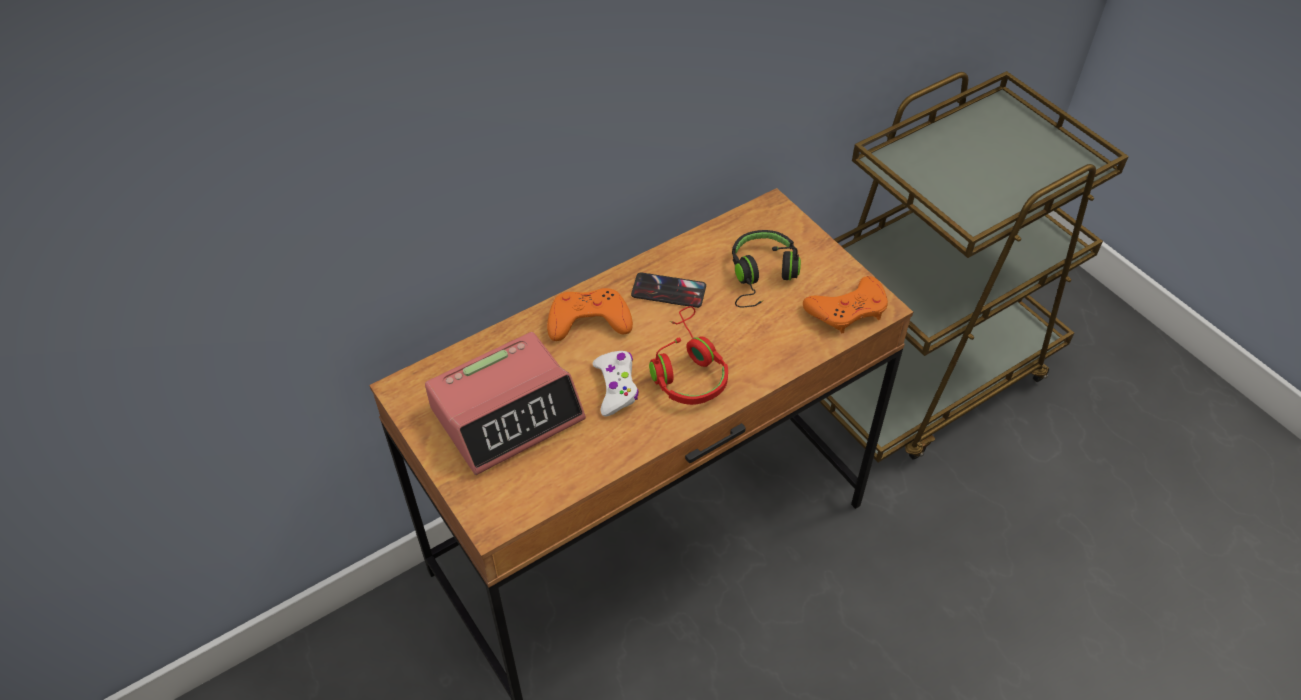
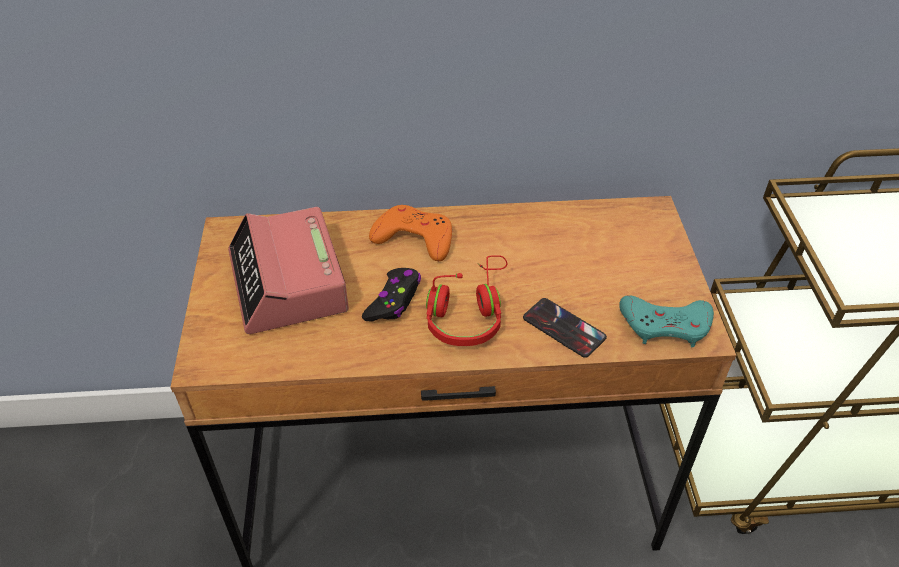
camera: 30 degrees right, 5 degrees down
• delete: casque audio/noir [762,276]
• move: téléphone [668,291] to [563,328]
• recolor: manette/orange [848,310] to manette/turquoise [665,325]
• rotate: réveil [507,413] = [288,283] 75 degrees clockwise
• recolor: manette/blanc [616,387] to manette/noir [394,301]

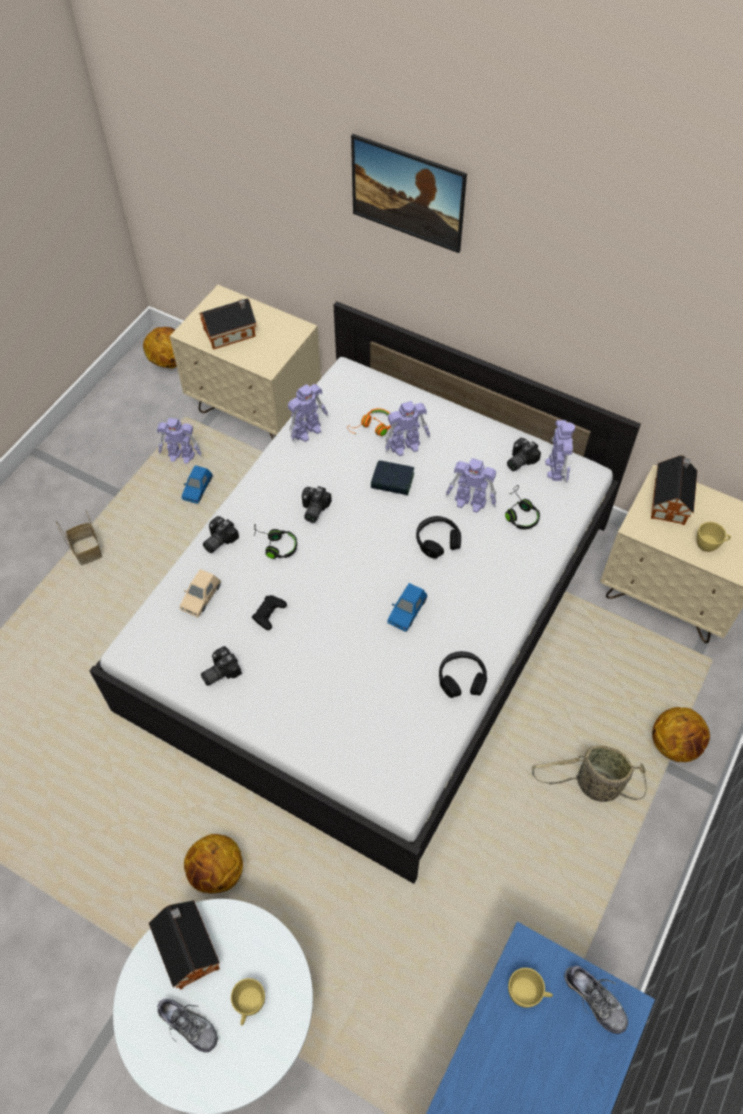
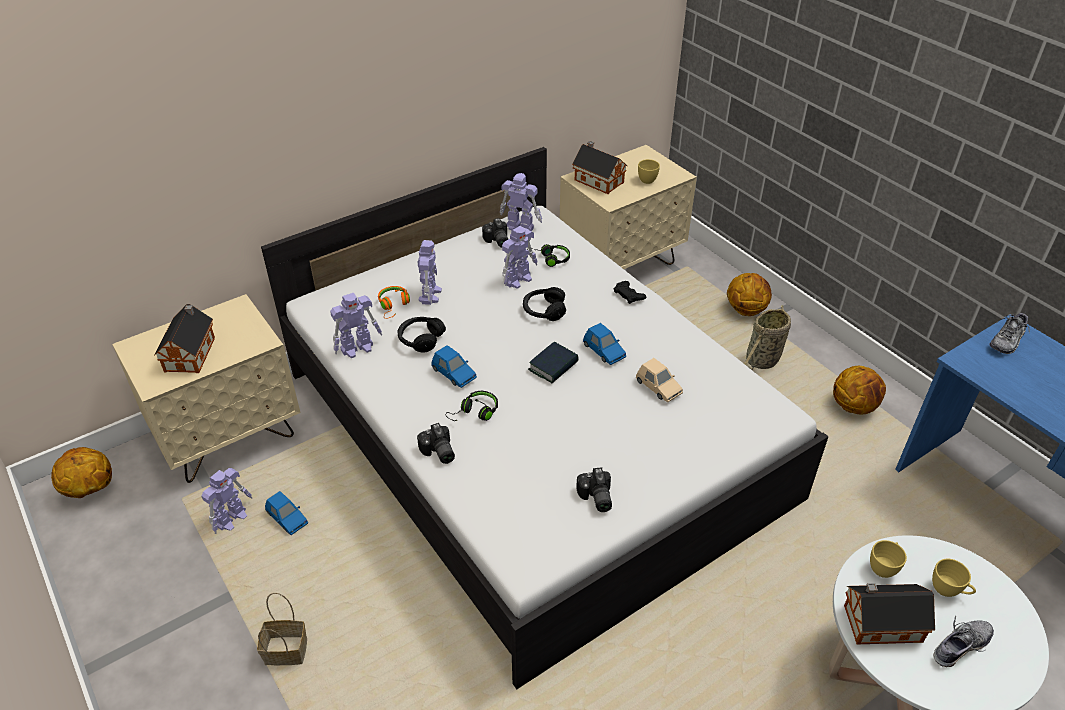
camera: 65 degrees left, 15 degrees down
• delete: tableau [407,212]
• rotate: robot jouet [308,430] = [358,348] 75 degrees clockwise
• move: livre [392,481] to [553,366]
• replace: appareil photo [313,509] to petite voiture/bleu [453,373]
• move: petite voiture/beige [201,597] to [658,387]
• move: manette/noir [269,613] to [629,295]
• move: casque audio/noir [462,678] to [420,339]
• move: ballon de basket [217,872] to [854,406]
• rotate: chaussure [594,999] = [1007,340] 150 degrees clockwise
• move: tasse/jaune [527,993] to [883,567]

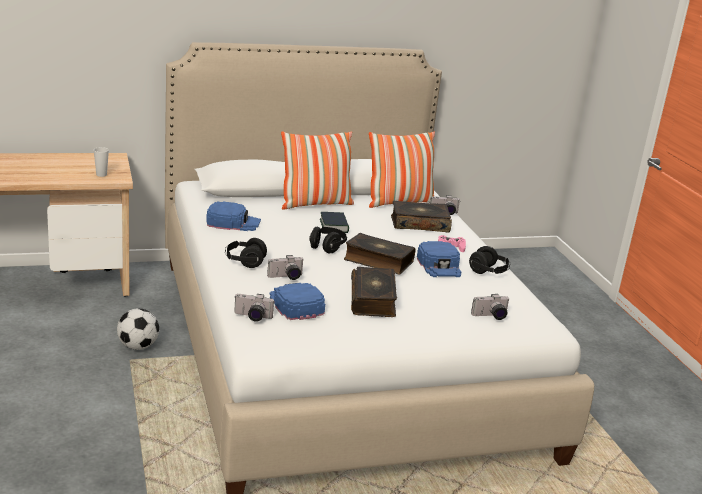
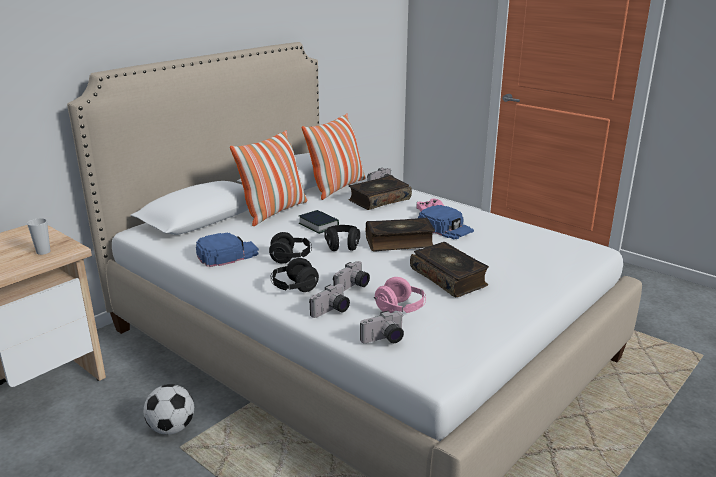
camera: 30 degrees left, 0 degrees up
• move: casque audio/noir [488,272] to [291,258]
• replace: casquette/bleu [295,304] to casque audio/rose [400,309]
• move: appareil photo [490,316] to [332,311]

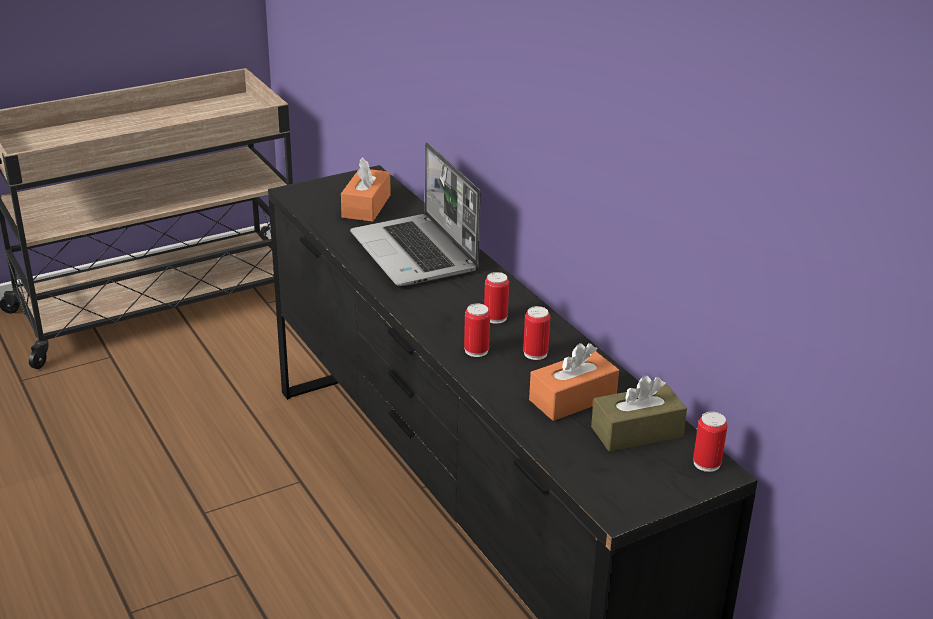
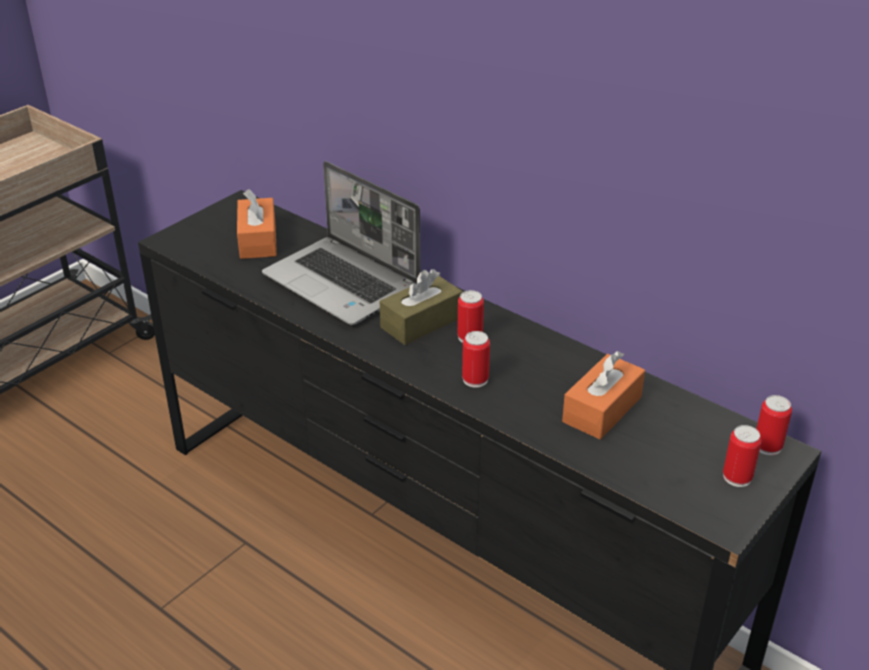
camera: 20 degrees left, 5 degrees up
• move: boîte métallique [535,353] to [737,477]
• move: boîte à mouchoirs/marron [637,432] to [421,322]

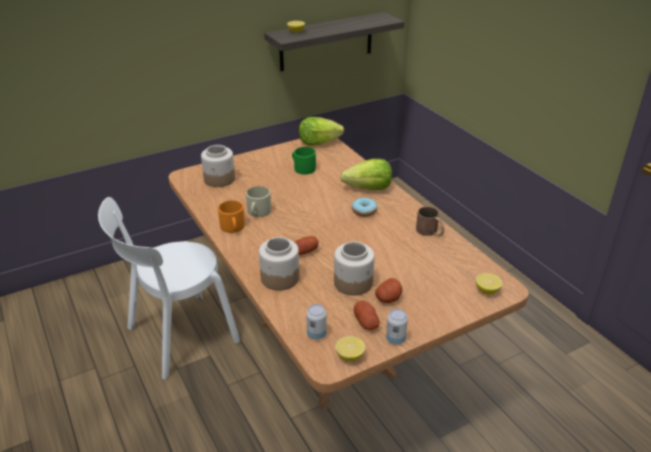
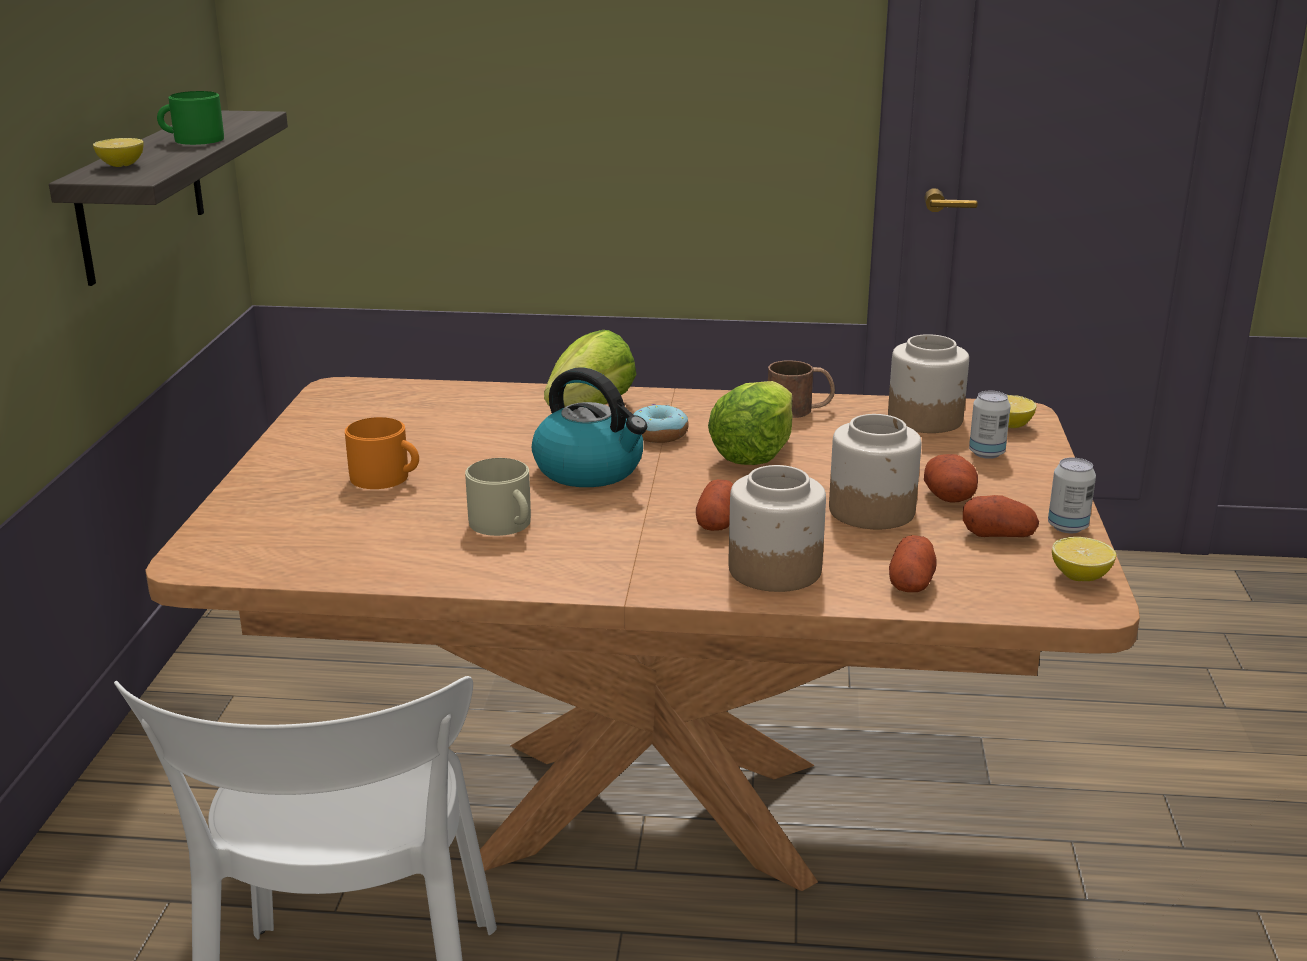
camera: 55 degrees left, 10 degrees down
• move: laitue [318,143] to [753,454]
• move: bocal [219,179] to [926,419]
• move: mug/vert [302,168] to [192,140]
• move: mug/orange [233,227] to [386,478]
• move: boîte métallique [316,334] to [986,453]
• insert: bouilloire [590,470]
• insert: pomme de terre [911,583]

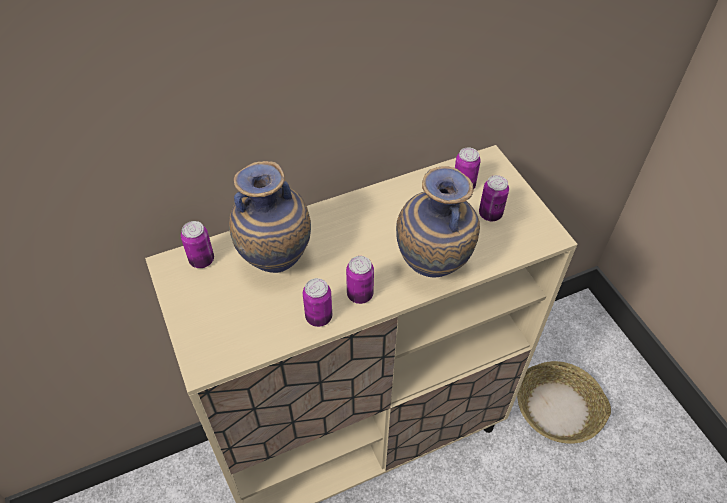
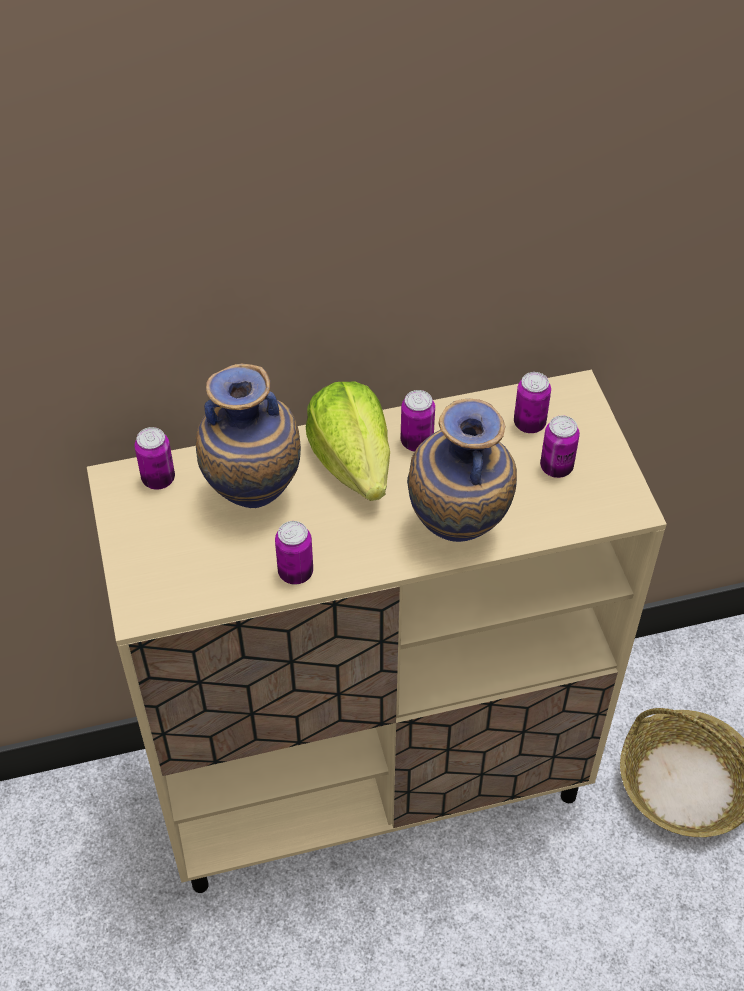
camera: 10 degrees right, 0 degrees up
• move: boîte métallique [360,295] to [416,442]
• insert: laitue [353,463]

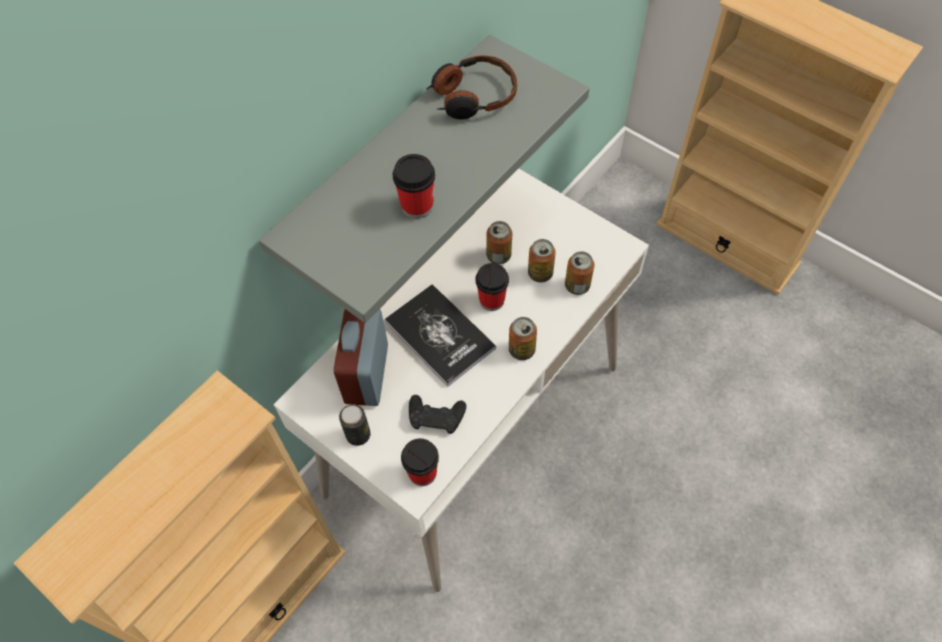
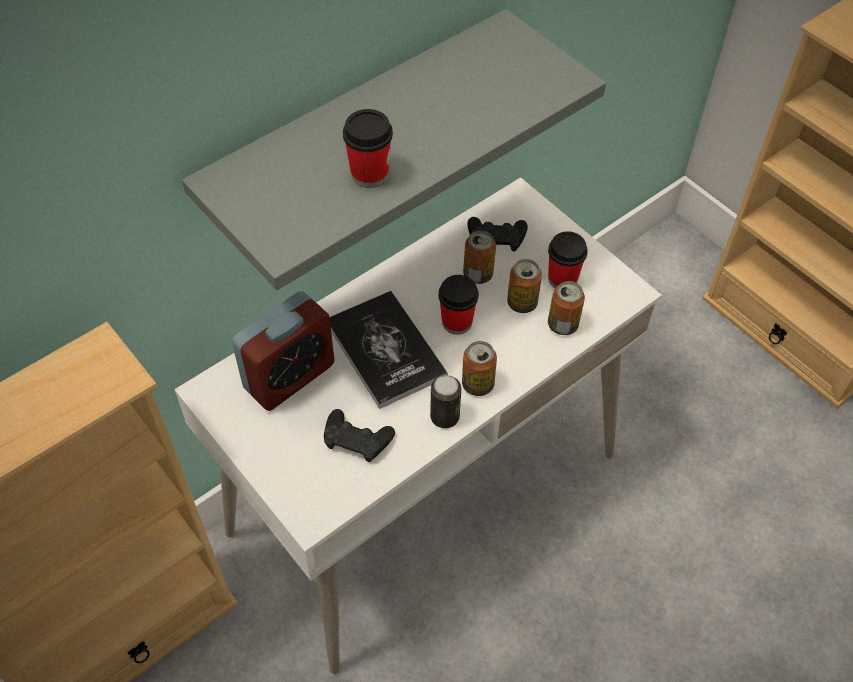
camera: 10 degrees right, 5 degrees down
• delete: casque audio [472,97]
• rotate: réveil [366,374] = [289,376] 150 degrees counterclockwise
• move: boîte métallique [358,435] to [444,417]
• move: tasse [422,473] to [562,279]
• insert: manette/noir [496,238]

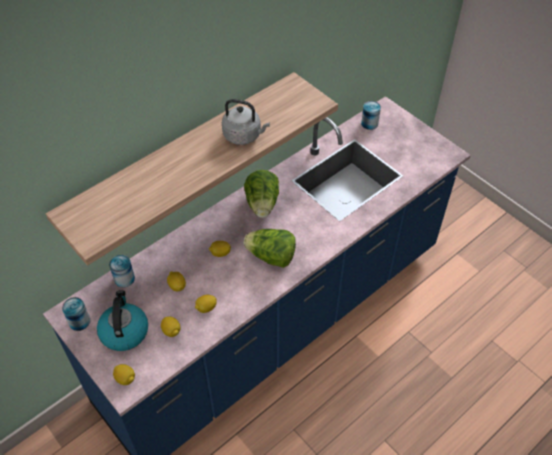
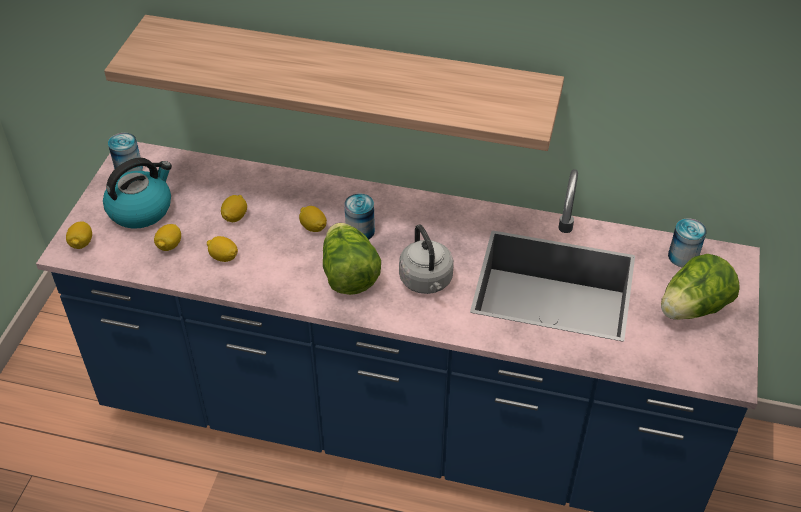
camera: 55 degrees right, 5 degrees down
• move: bouilloire/gris [244,136] to [427,281]
• move: laitue [262,204] to [693,308]
• move: boîte métallique [124,279] to [360,231]

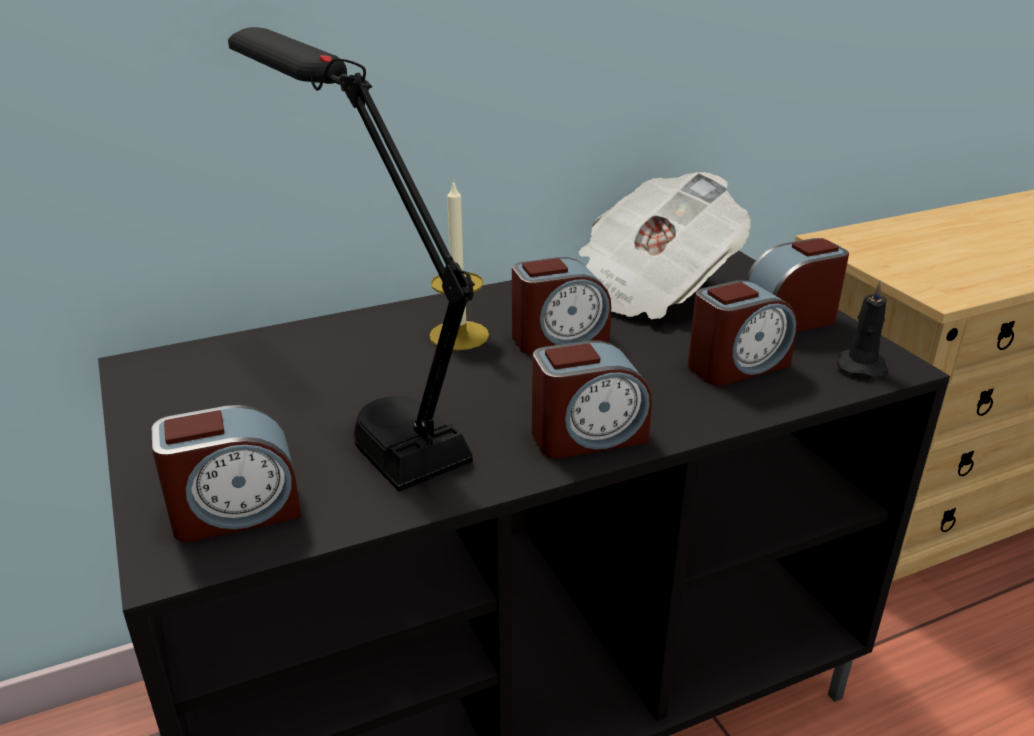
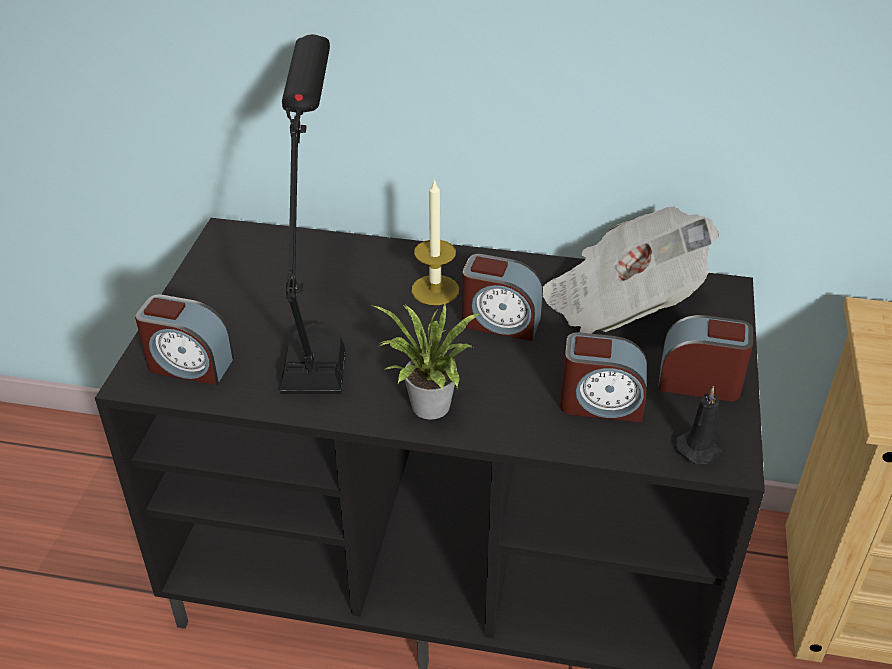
camera: 35 degrees right, 10 degrees up
• replace: réveil [588,436] to plante en pot [429,409]

